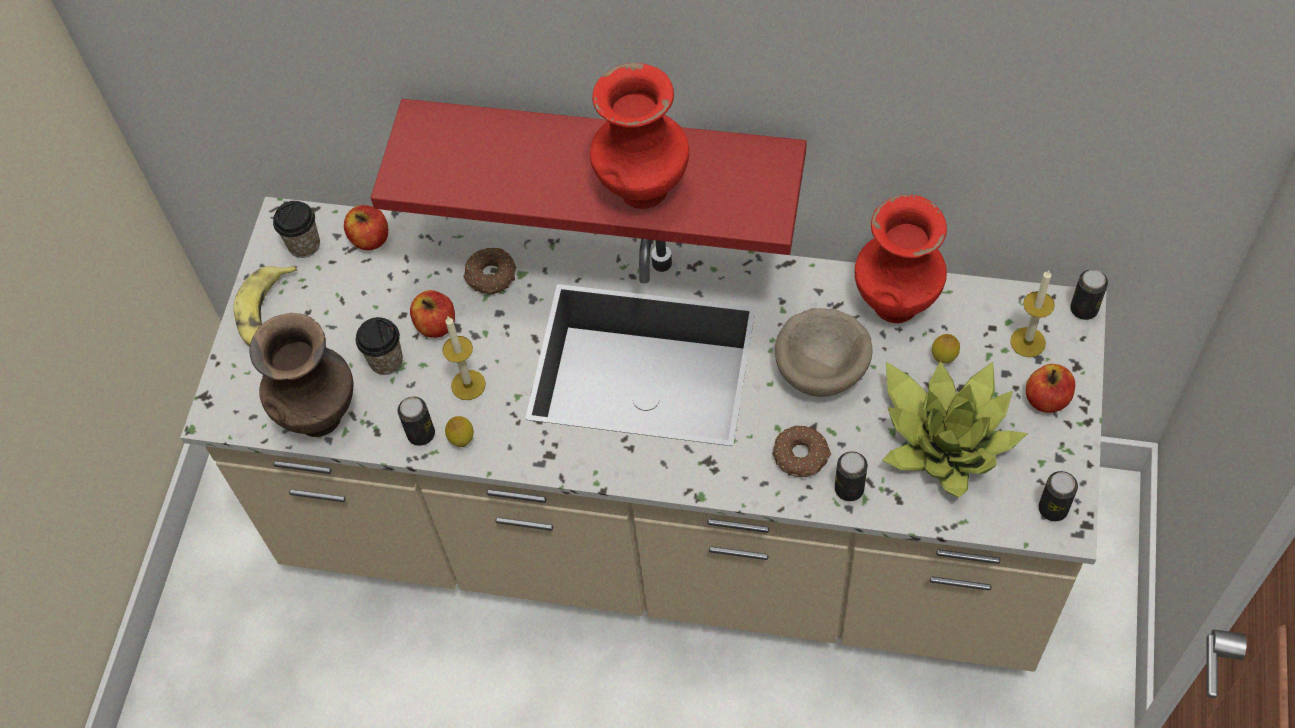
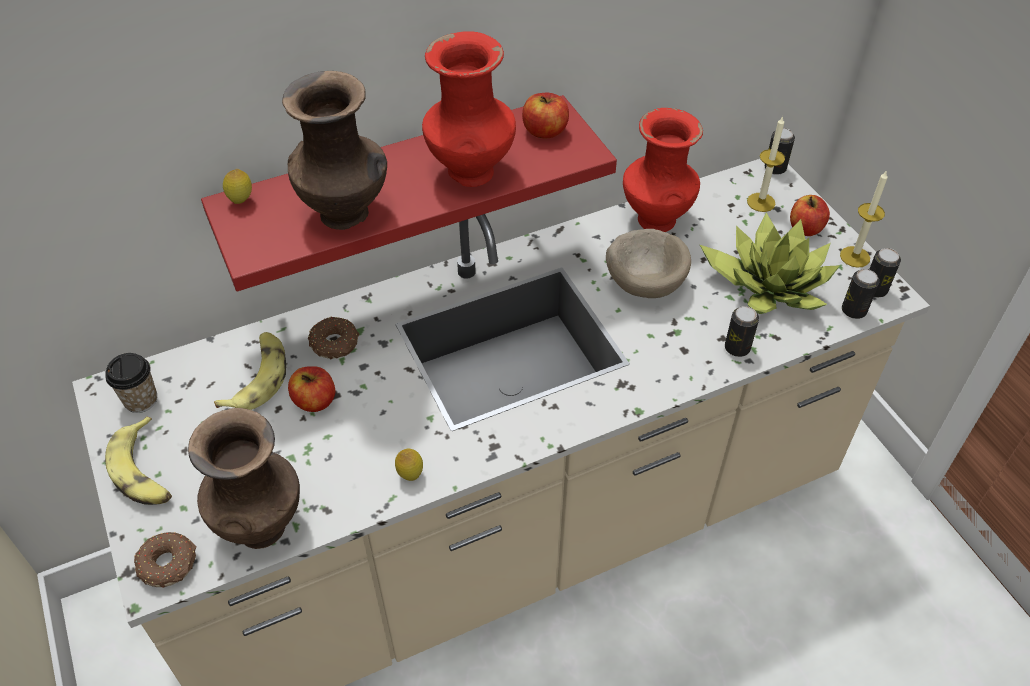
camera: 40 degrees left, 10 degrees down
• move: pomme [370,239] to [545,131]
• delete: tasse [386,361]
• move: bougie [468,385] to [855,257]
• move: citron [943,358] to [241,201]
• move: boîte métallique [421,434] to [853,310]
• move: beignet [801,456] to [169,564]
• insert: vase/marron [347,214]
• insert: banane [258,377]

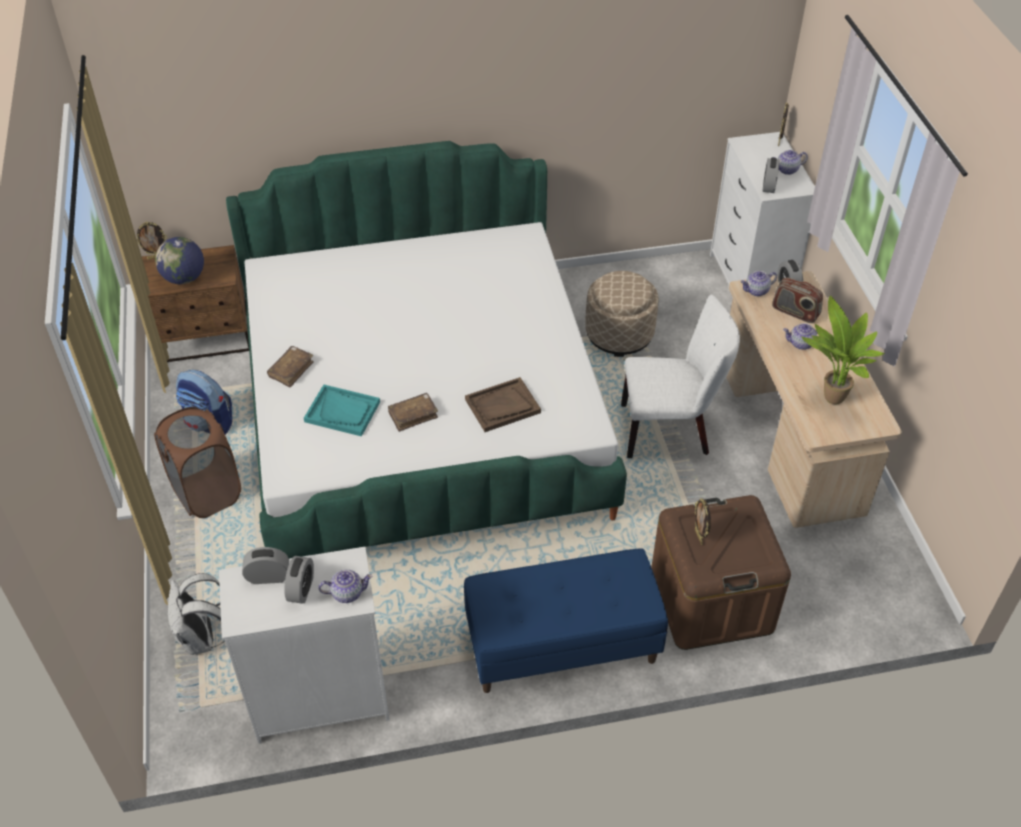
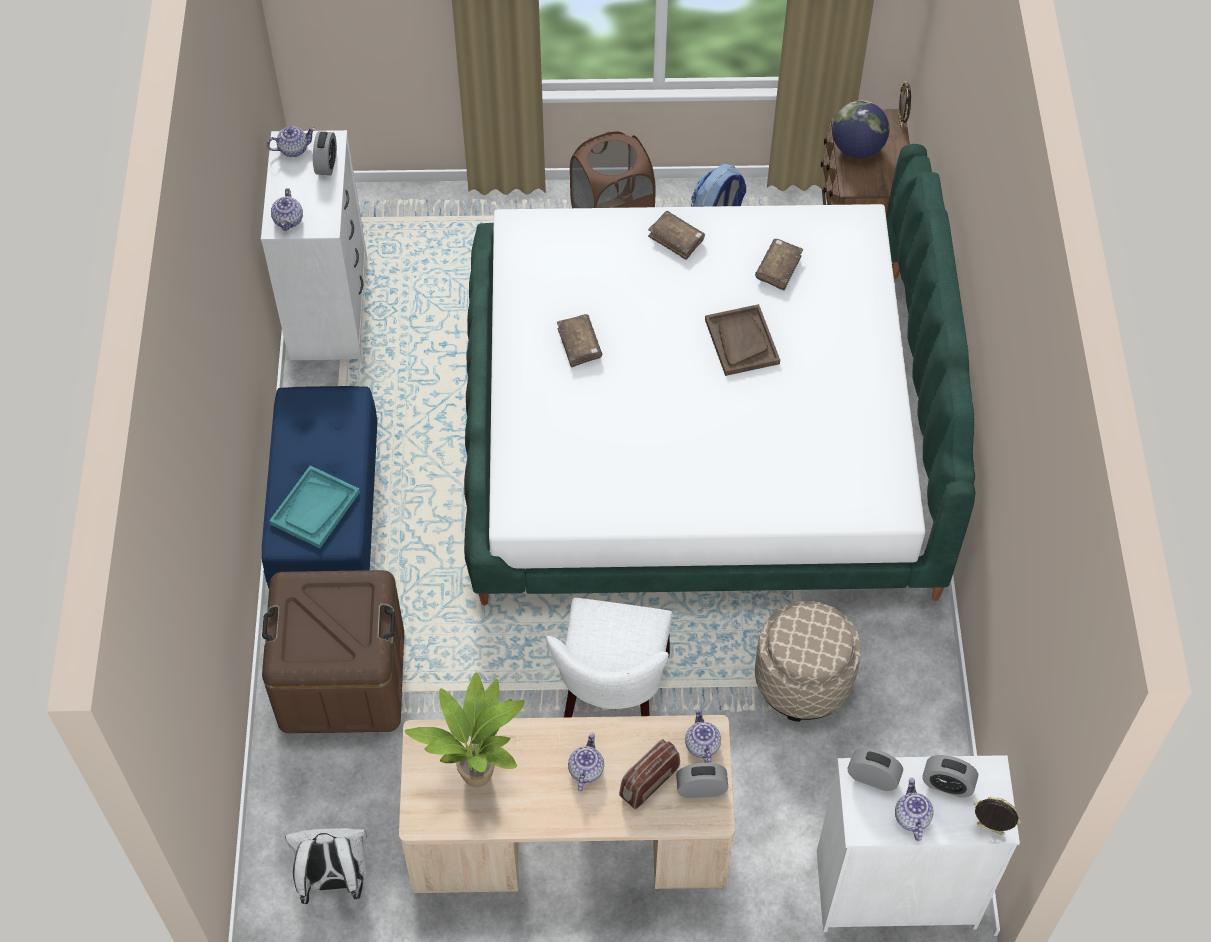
camera: 100 degrees right, 10 degrees up
• move: plateau/marron [502,406] to [741,341]
• move: plateau/turquoise [342,412] to [315,508]
• delete: cadre photo [699,537]
• move: réveil [301,589] to [947,784]
• move: sac à dos/blanc [202,639] to [334,879]
• insert: théière [293,149]
• insert: livre/marron [778,268]

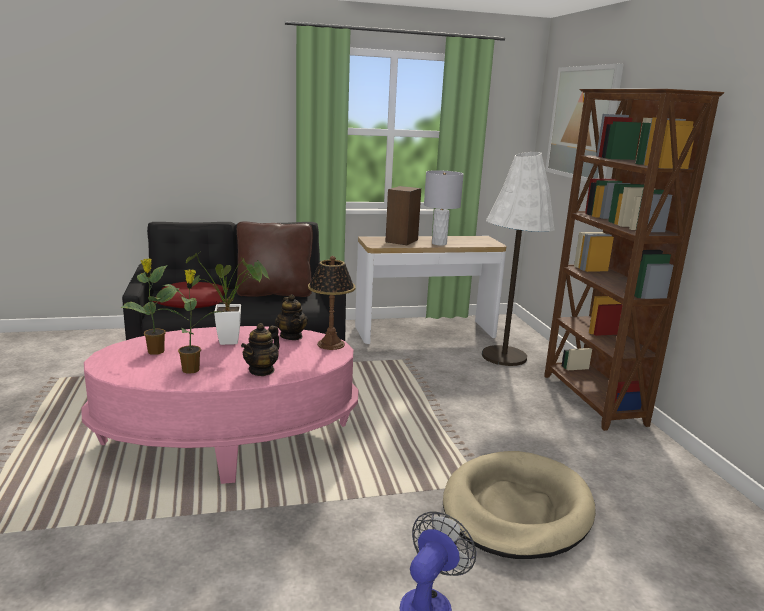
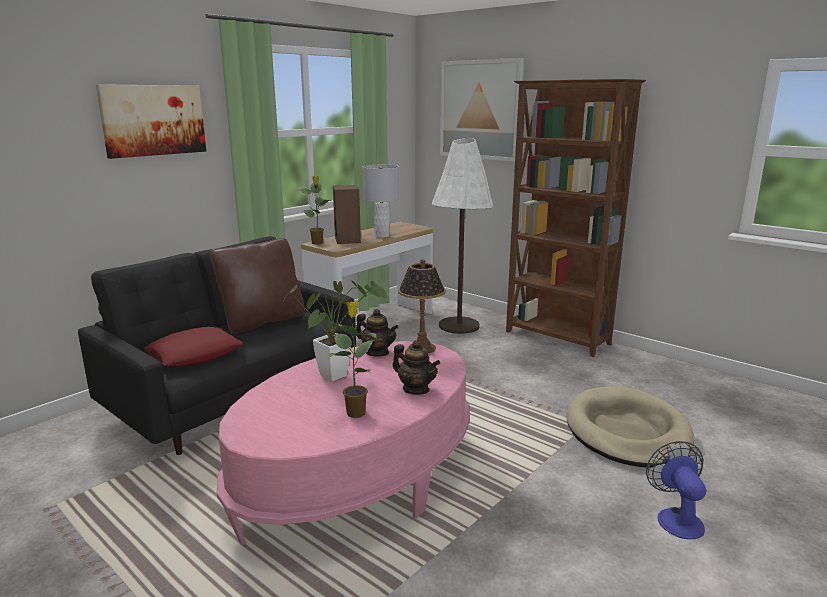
camera: 35 degrees left, 0 degrees up
• move: plante en pot [155,352] to [317,243]
• rotate: théière [261,370] = [416,389] 45 degrees counterclockwise
• insert: tableau [153,120]

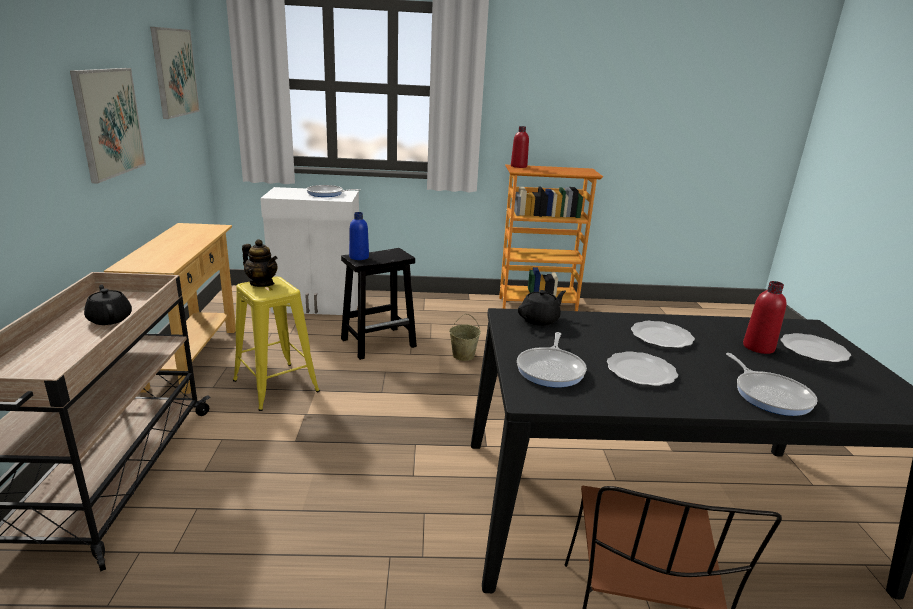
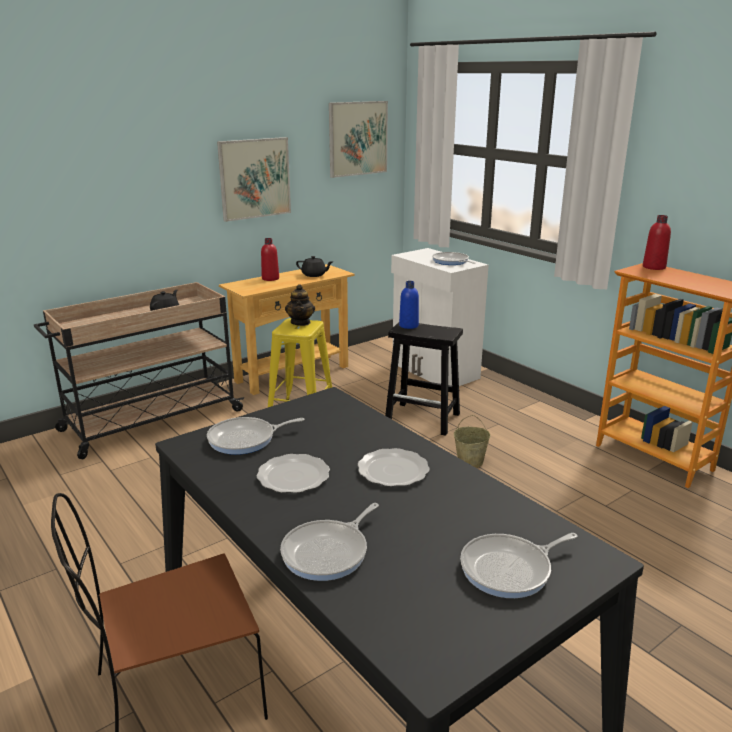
camera: 55 degrees right, 0 degrees up
• move: bouteille/rouge [758,347] to [270,278]
• move: théière/noir [540,320] to [314,275]
• replace: assiette [814,350] to poêle [510,569]

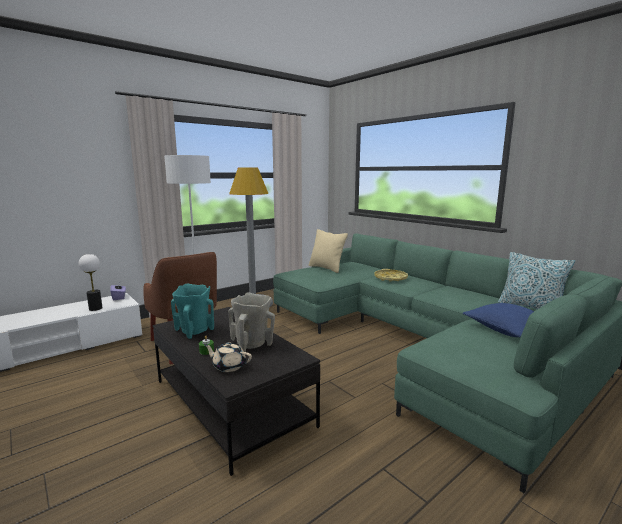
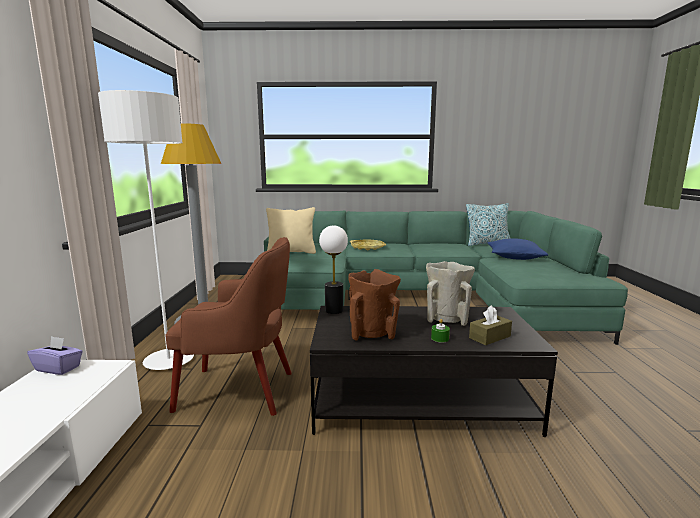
camera: 50 degrees left, 0 degrees up
• move: lampe de table [95,308] to [333,310]
• recolor: vase/turquoise [194,331] to vase/marron [372,333]
• replace: théière/beige [228,366] to boîte à mouchoirs/marron [489,337]

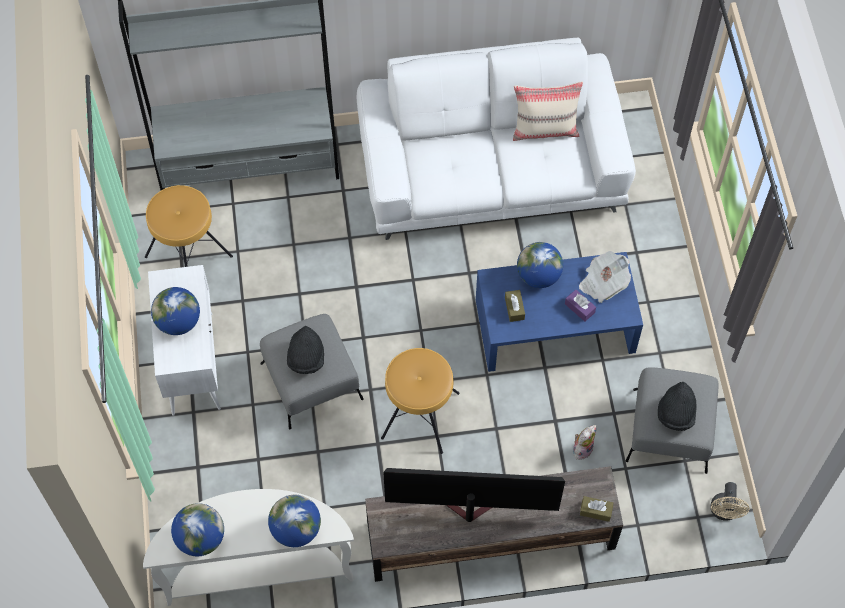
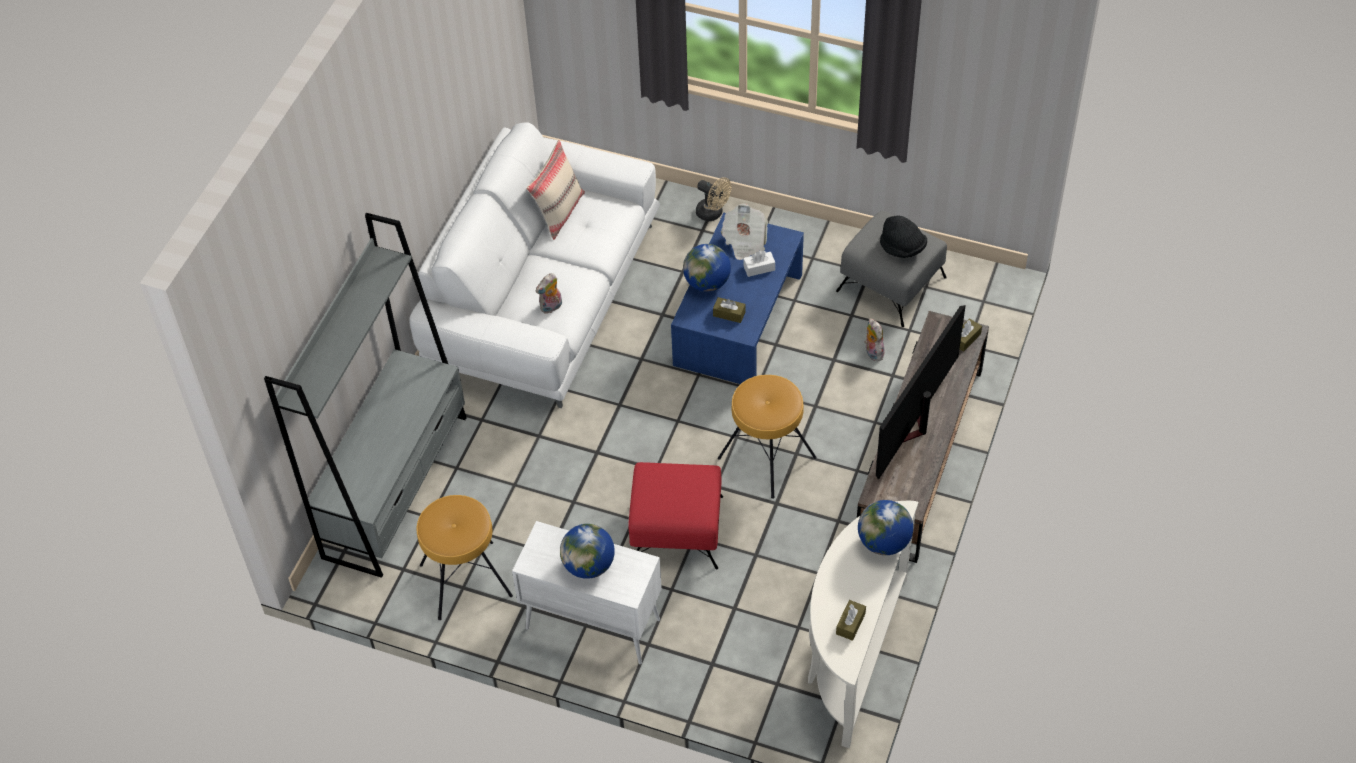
camera: 60 degrees left, 10 degrees down
• recolor: boîte à mouchoirs/violet [579,308] to boîte à mouchoirs/blanc [759,268]
• recolor: pouf/gris [311,380] to pouf/rouge [676,529]
• delete: chapeau/noir [306,358]
• move: ventilateur/beige [724,512] to [713,213]
• replace: globe [201,538] to boîte à mouchoirs/marron [850,624]
• insert: peluche [551,307]

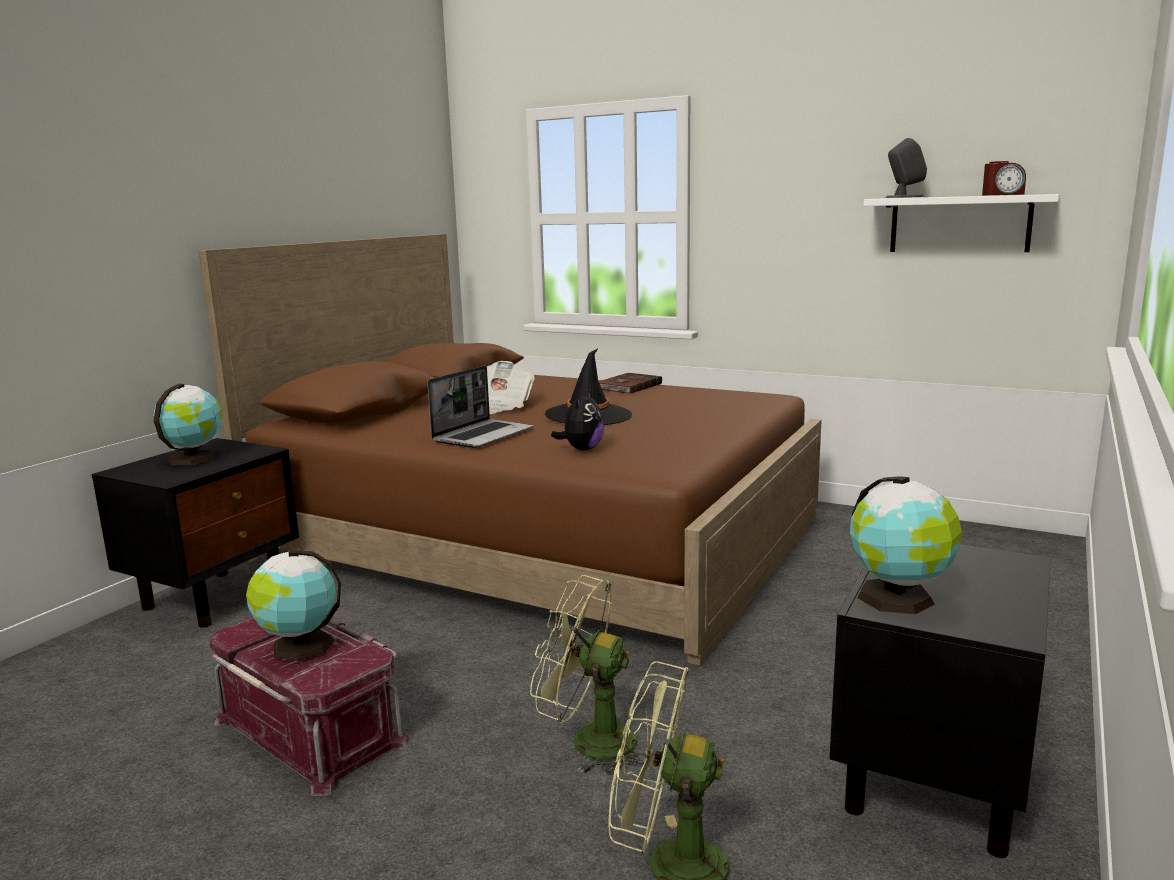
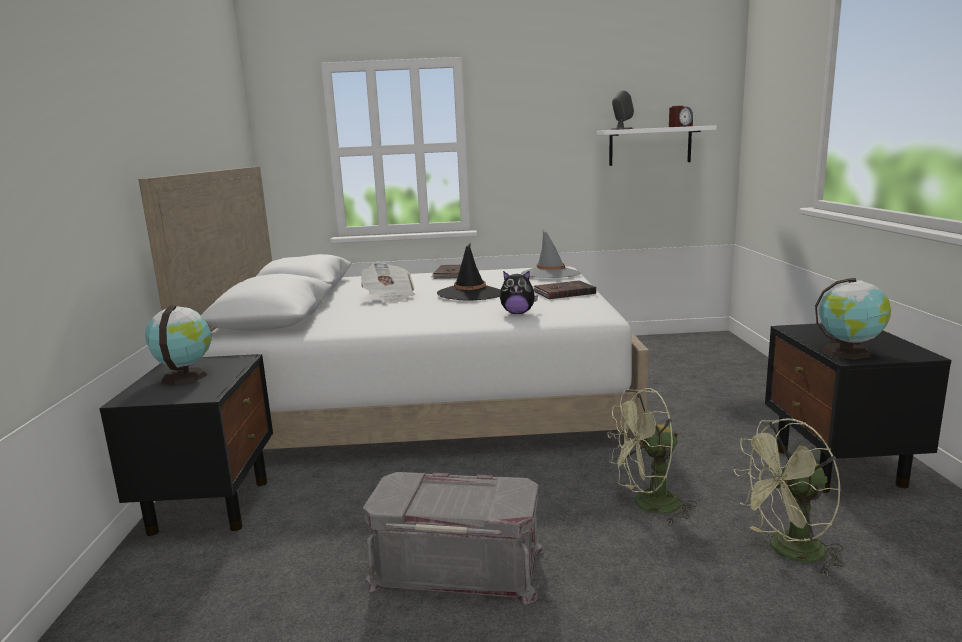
camera: 30 degrees left, 0 degrees up
• recolor: lit/marron [542,537] to lit/blanc [427,397]
• delete: ordinateur portable [483,435]
• rotate: peluche [582,449] = [518,313] 105 degrees clockwise
• delete: globe [299,647]
• recolor: boîte de rangement/rouge [312,730] to boîte de rangement/gris [457,565]
• insert: chapeau/gris [550,274]
• insert: livre/marron [563,292]

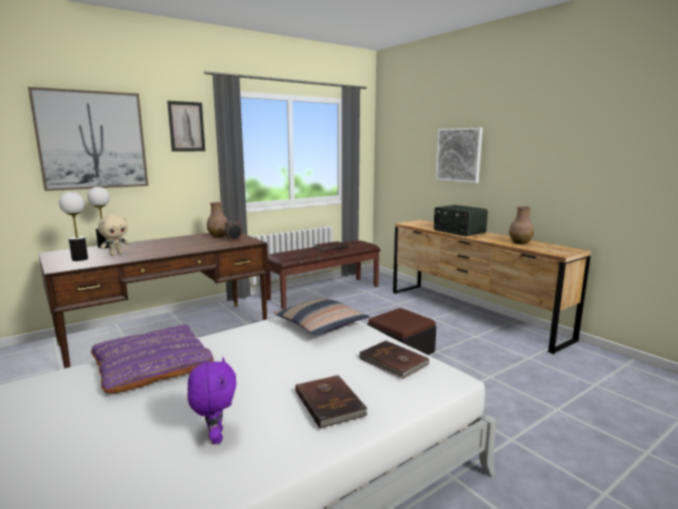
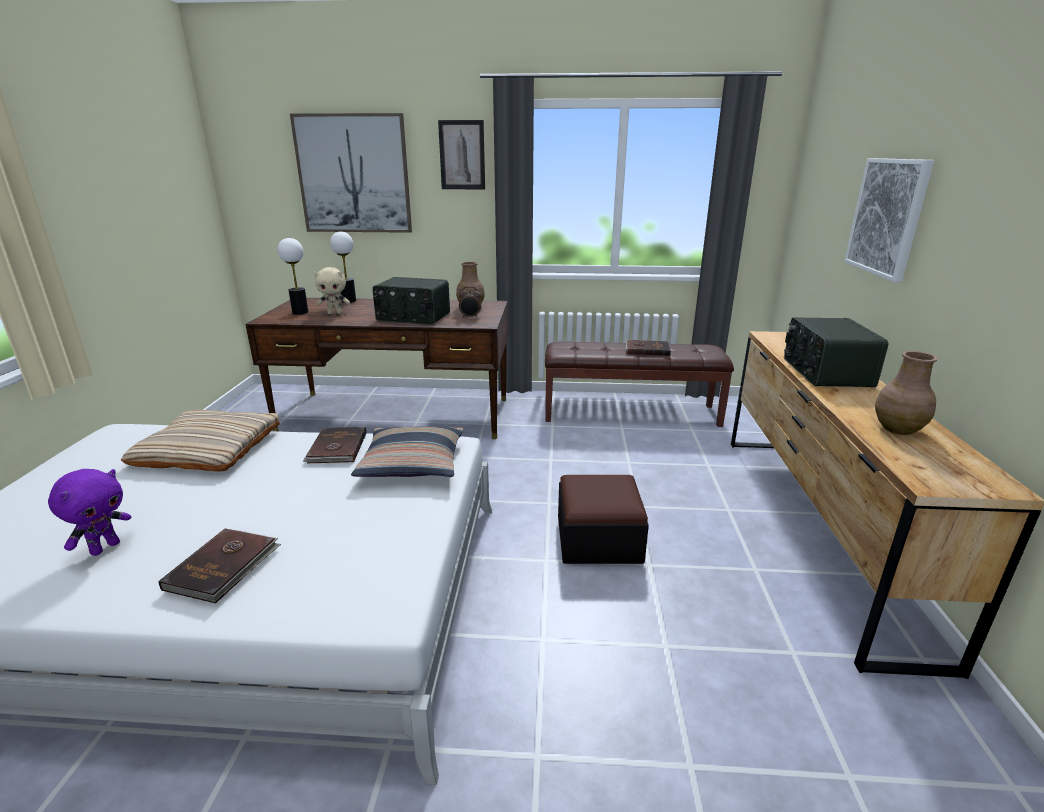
camera: 40 degrees right, 10 degrees up
• recolor: coussin/violet [152,365] to coussin/beige [208,448]
• move: livre/marron [393,362] to [336,448]
• insert: radio [413,317]

